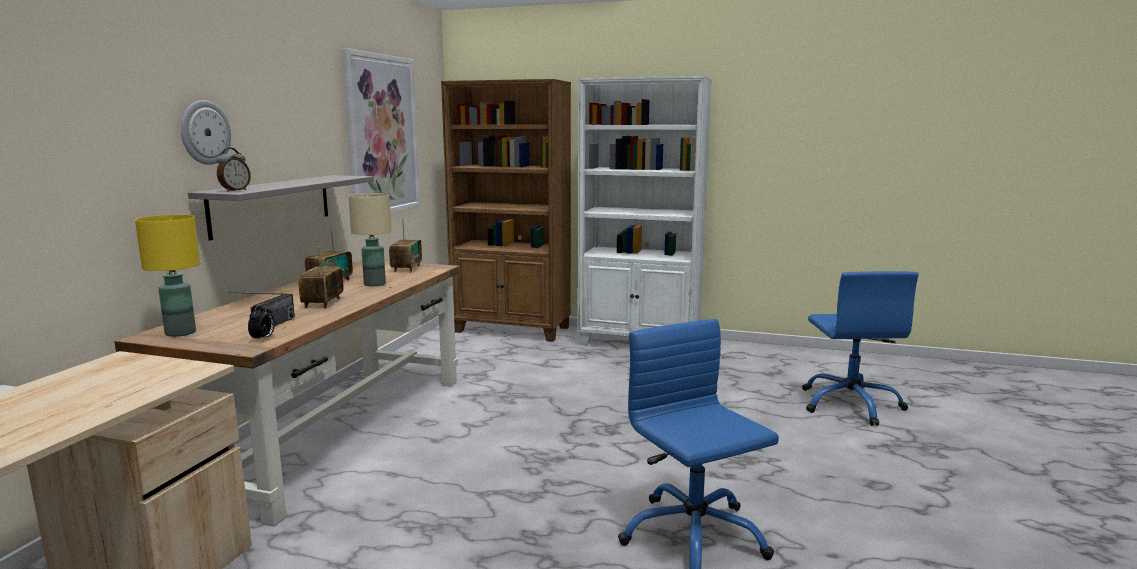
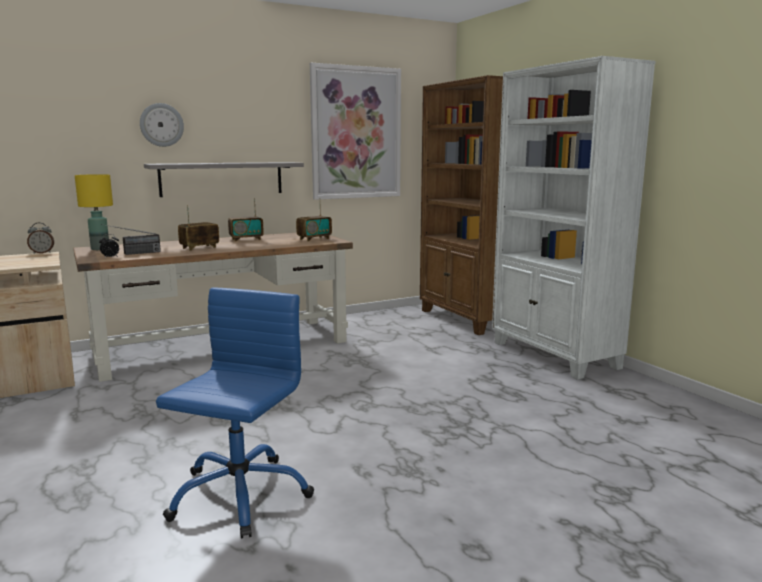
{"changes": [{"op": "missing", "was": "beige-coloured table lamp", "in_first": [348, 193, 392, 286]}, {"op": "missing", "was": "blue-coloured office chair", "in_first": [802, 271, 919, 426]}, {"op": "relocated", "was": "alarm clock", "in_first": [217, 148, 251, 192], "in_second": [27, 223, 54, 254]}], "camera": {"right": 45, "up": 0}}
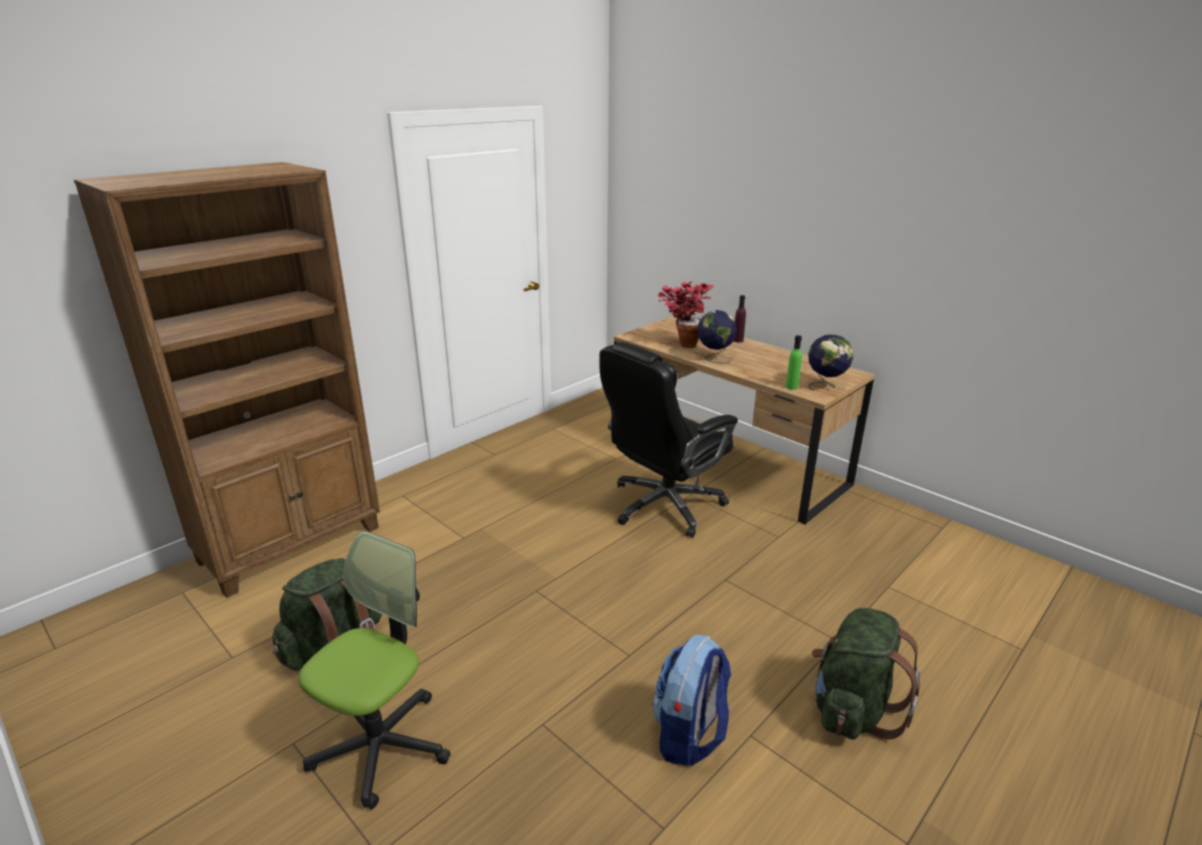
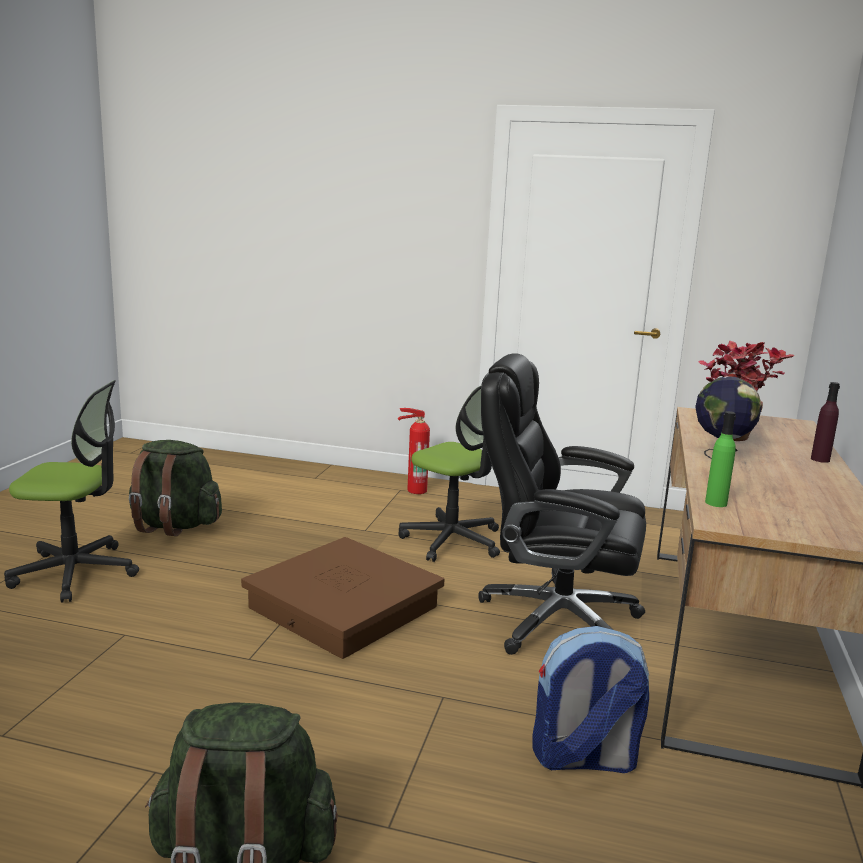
{"changes": [{"op": "missing", "was": "brownish bookshelf", "in_first": [74, 162, 380, 598]}, {"op": "missing", "was": "globe", "in_first": [808, 334, 853, 391]}, {"op": "appeared", "now": "brownish storage box", "in_second": [241, 537, 445, 659]}, {"op": "appeared", "now": "office chair", "in_second": [398, 386, 500, 562]}, {"op": "appeared", "now": "extinguisher", "in_second": [398, 408, 430, 494]}, {"op": "relocated", "was": "backpack", "in_first": [652, 635, 731, 766], "in_second": [532, 626, 649, 773]}], "camera": {"right": 60, "up": -10}}
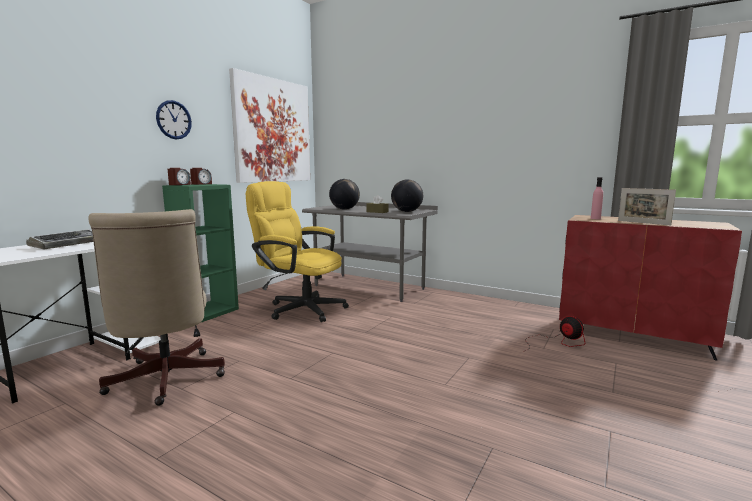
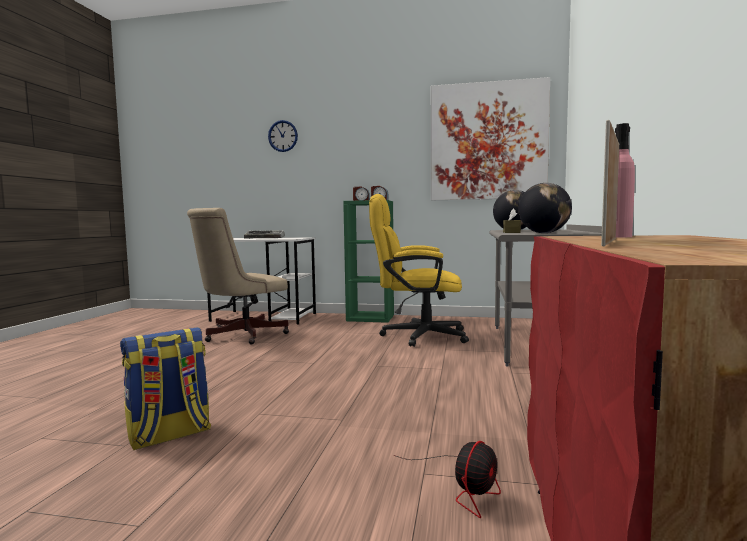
{"changes": [{"op": "appeared", "now": "backpack", "in_second": [120, 327, 211, 450]}, {"op": "relocated", "was": "hanging clock", "in_first": [156, 100, 192, 139], "in_second": [268, 120, 298, 152]}, {"op": "spun", "was": "yellow-coloured office chair", "in_first": [246, 181, 349, 322], "in_second": [369, 194, 469, 347], "clockwise": -90}], "camera": {"right": 70, "up": -5}}
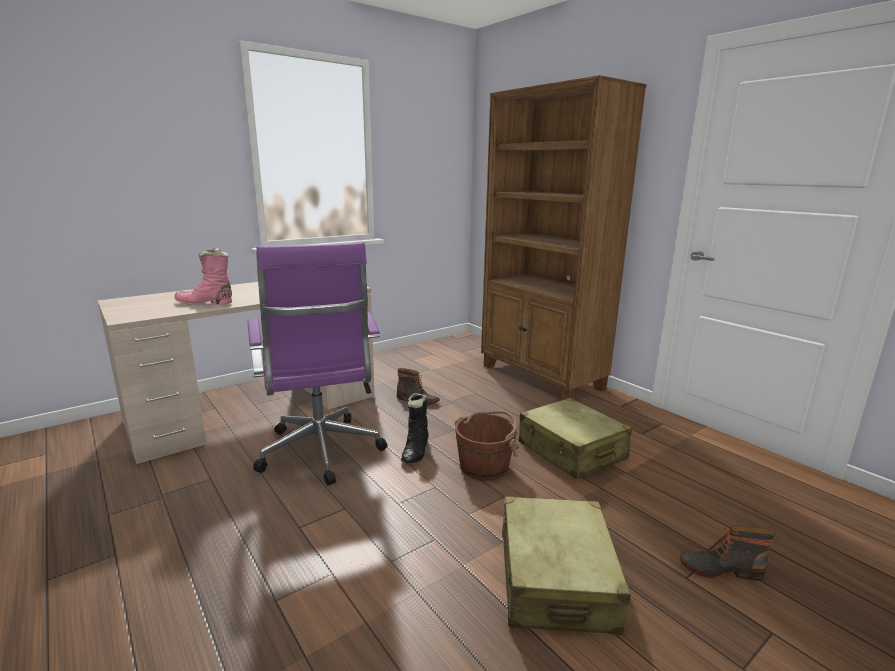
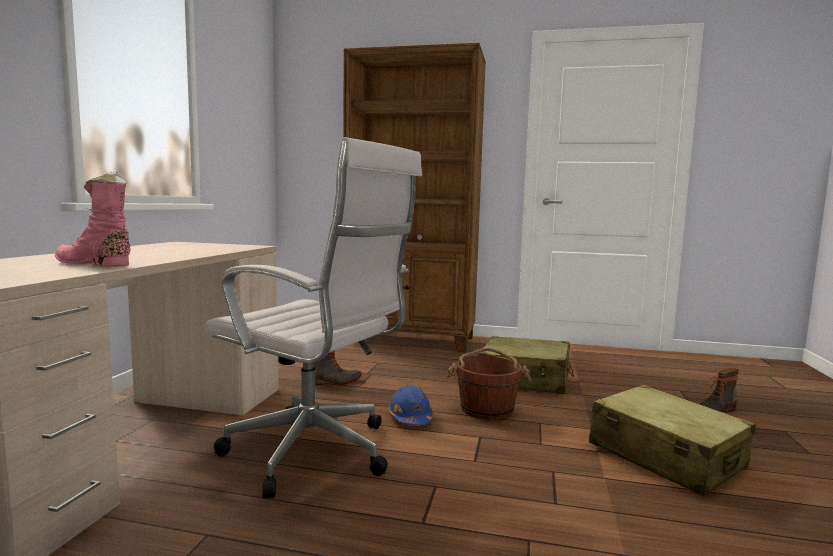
{"changes": [{"op": "exchanged", "was": "black-coloured high-top boot", "now": "blue-coloured hard hat", "in_first": [401, 393, 429, 463], "in_second": [388, 385, 434, 426]}, {"op": "colour", "was": "purple-coloured office chair", "now": "whitish office chair", "in_first": [248, 243, 387, 485], "in_second": [204, 137, 422, 499]}, {"op": "spun", "was": "pinkish high-top boot", "in_first": [174, 247, 232, 305], "in_second": [55, 171, 130, 267], "clockwise": 60}], "camera": {"right": -40, "up": -10}}
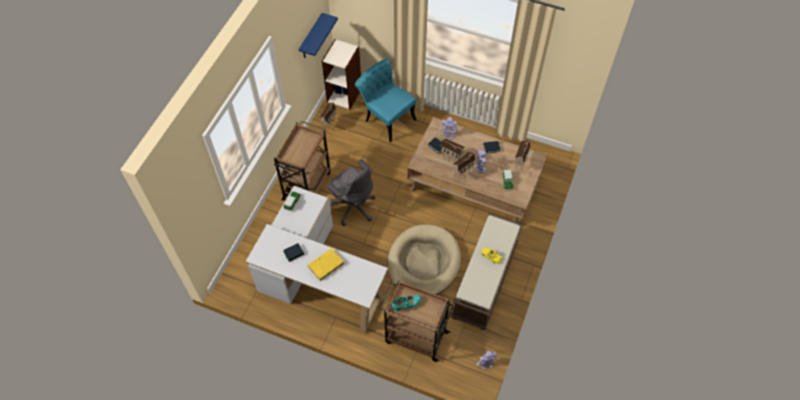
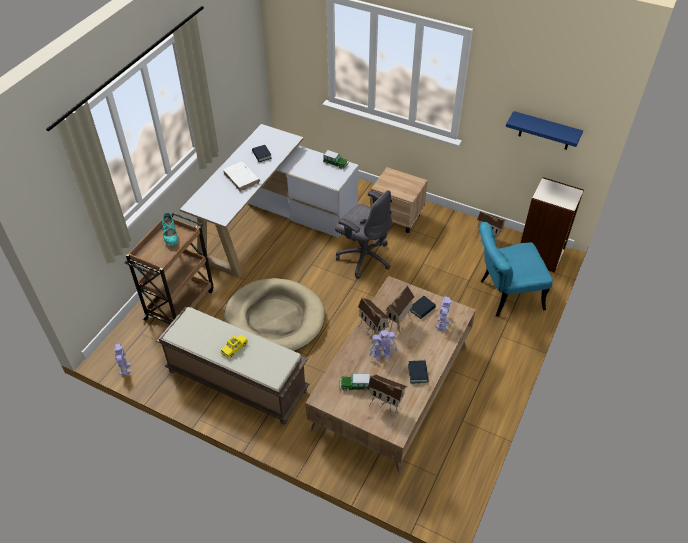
{"changes": [{"op": "exchanged", "was": "brownish wheeled cart", "now": "beige-coloured bedside table", "in_first": [274, 121, 330, 201], "in_second": [371, 167, 428, 233]}, {"op": "colour", "was": "yellow-coloured book", "now": "whitish book", "in_first": [307, 248, 344, 281], "in_second": [223, 162, 260, 192]}, {"op": "spun", "was": "grey office chair", "in_first": [327, 159, 375, 226], "in_second": [335, 190, 392, 279], "clockwise": -105}, {"op": "spun", "was": "turquoise plain chair", "in_first": [355, 58, 417, 142], "in_second": [480, 222, 553, 317], "clockwise": -150}], "camera": {"right": 95, "up": -10}}
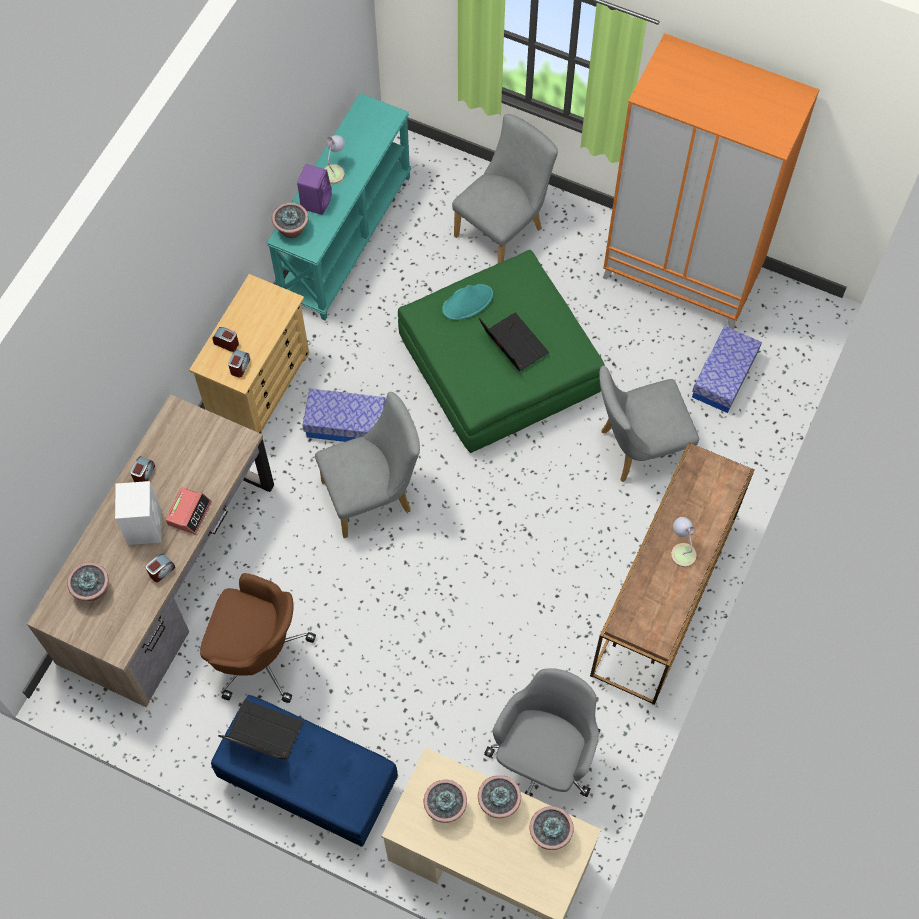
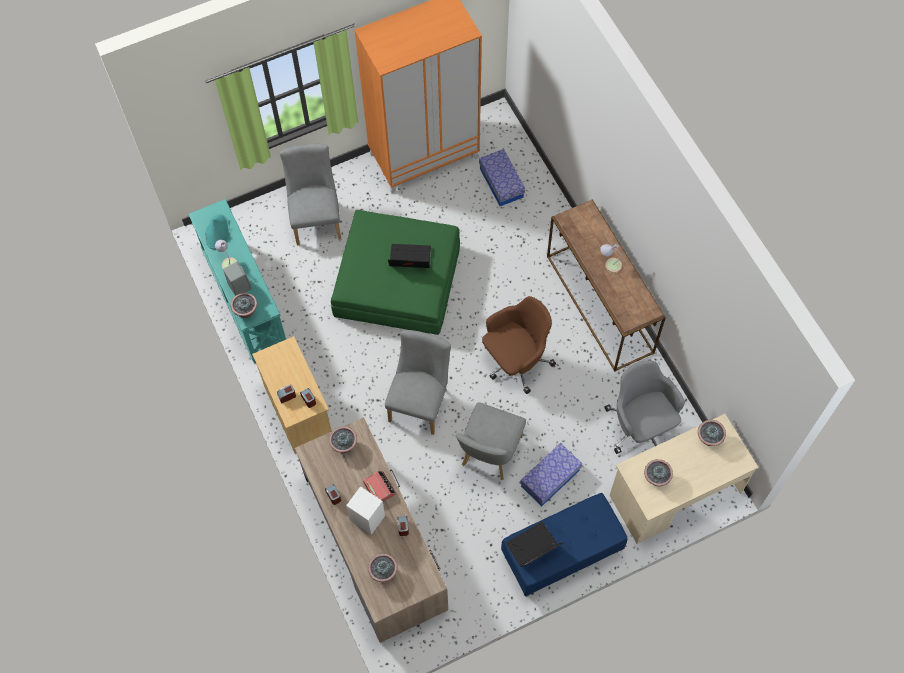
{"changes": [{"op": "relocated", "was": "brownish office chair", "in_first": [200, 573, 316, 703], "in_second": [482, 296, 556, 394]}, {"op": "relocated", "was": "storage box", "in_first": [302, 389, 386, 442], "in_second": [520, 443, 582, 506]}, {"op": "relocated", "was": "turquoise hat", "in_first": [442, 284, 493, 320], "in_second": [205, 214, 229, 249]}, {"op": "relocated", "was": "potted plant", "in_first": [478, 775, 521, 818], "in_second": [329, 426, 357, 453]}, {"op": "relocated", "was": "grey plain chair", "in_first": [599, 365, 699, 482], "in_second": [456, 402, 526, 480]}, {"op": "colour", "was": "purple-coloured speaker", "now": "grey speaker", "in_first": [297, 164, 332, 215], "in_second": [223, 262, 251, 296]}], "camera": {"right": -50, "up": 0}}
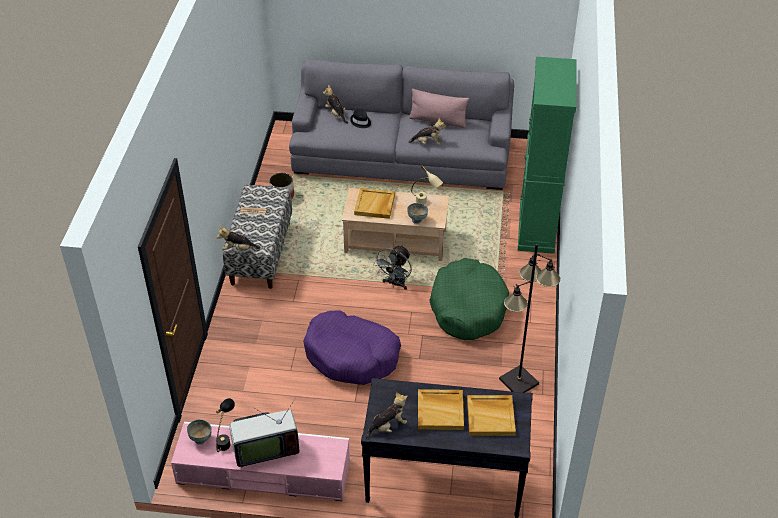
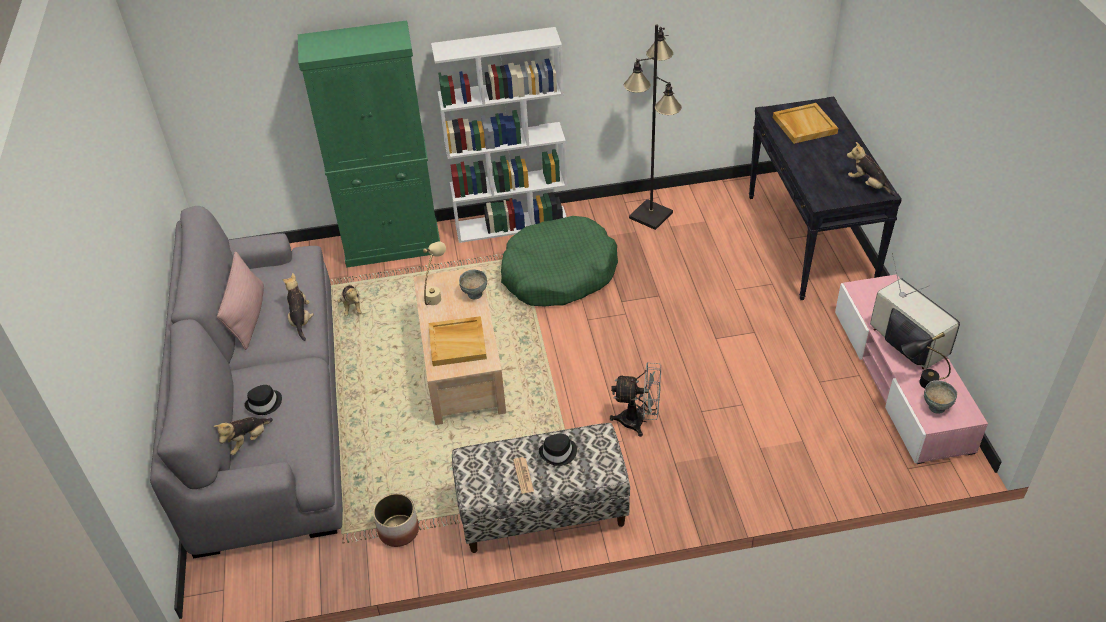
{"changes": [{"op": "missing", "was": "purple-coloured dog cushion", "in_first": [303, 310, 401, 385]}, {"op": "missing", "was": "beige-coloured tray", "in_first": [418, 389, 464, 430]}, {"op": "appeared", "now": "whitish bookshelf", "in_second": [431, 27, 567, 243]}, {"op": "appeared", "now": "black-coloured hat", "in_second": [539, 434, 577, 466]}, {"op": "relocated", "was": "cuddly toy", "in_first": [217, 226, 261, 250], "in_second": [337, 285, 362, 316]}, {"op": "relocated", "was": "grey fan", "in_first": [373, 245, 412, 290], "in_second": [610, 362, 661, 437]}], "camera": {"right": -105, "up": 0}}
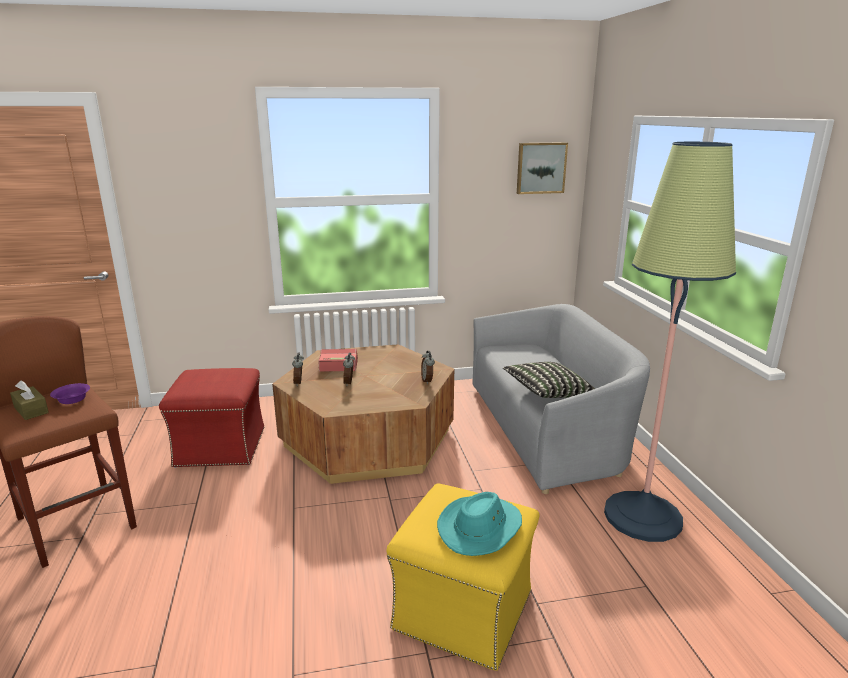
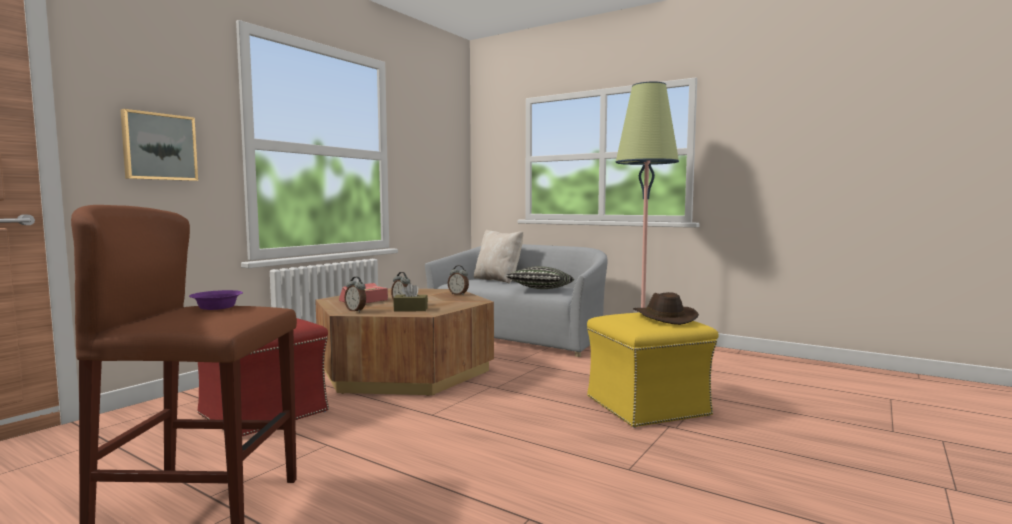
{"changes": [{"op": "appeared", "now": "beige-coloured cushion", "in_second": [474, 230, 523, 284]}, {"op": "relocated", "was": "brownish box of tissues", "in_first": [10, 380, 49, 420], "in_second": [393, 283, 428, 311]}, {"op": "relocated", "was": "wall picture", "in_first": [517, 142, 568, 194], "in_second": [121, 109, 198, 181]}, {"op": "colour", "was": "turquoise hat", "now": "brownish hat", "in_first": [437, 492, 522, 556], "in_second": [633, 292, 699, 325]}], "camera": {"right": -45, "up": -15}}
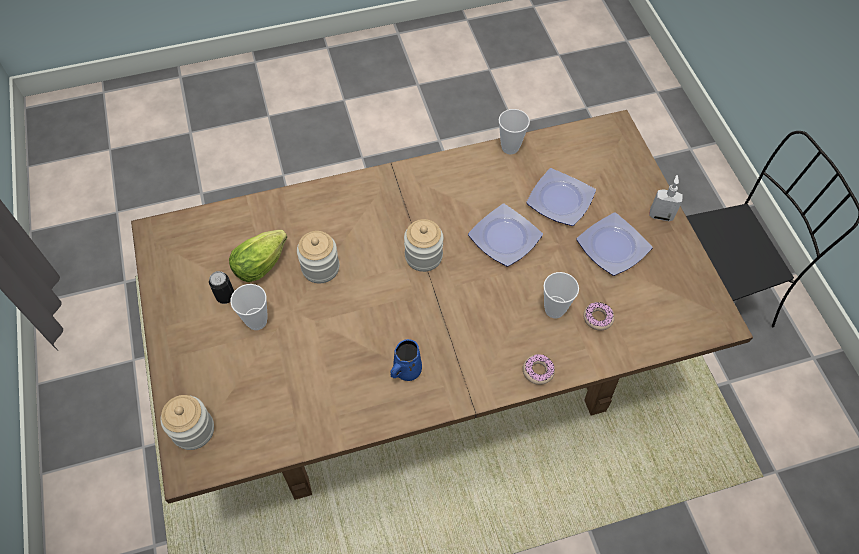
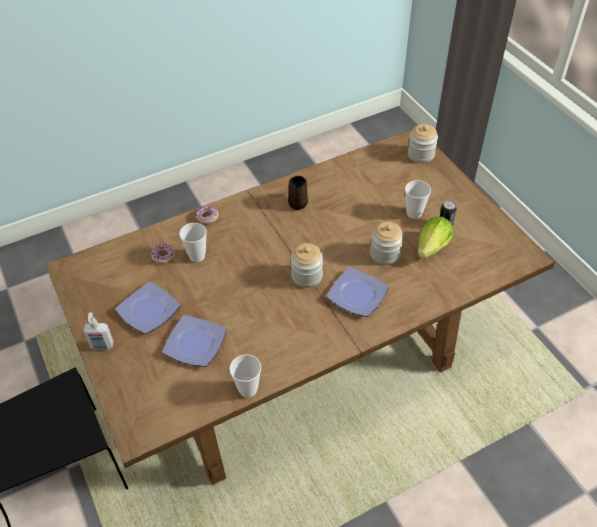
{"changes": [{"op": "relocated", "was": "flat dish", "in_first": [468, 204, 543, 267], "in_second": [326, 267, 389, 317]}, {"op": "colour", "was": "blue-coloured coffee mug", "now": "brownish coffee mug", "in_first": [391, 339, 422, 381], "in_second": [288, 176, 308, 210]}], "camera": {"right": 170, "up": -10}}
